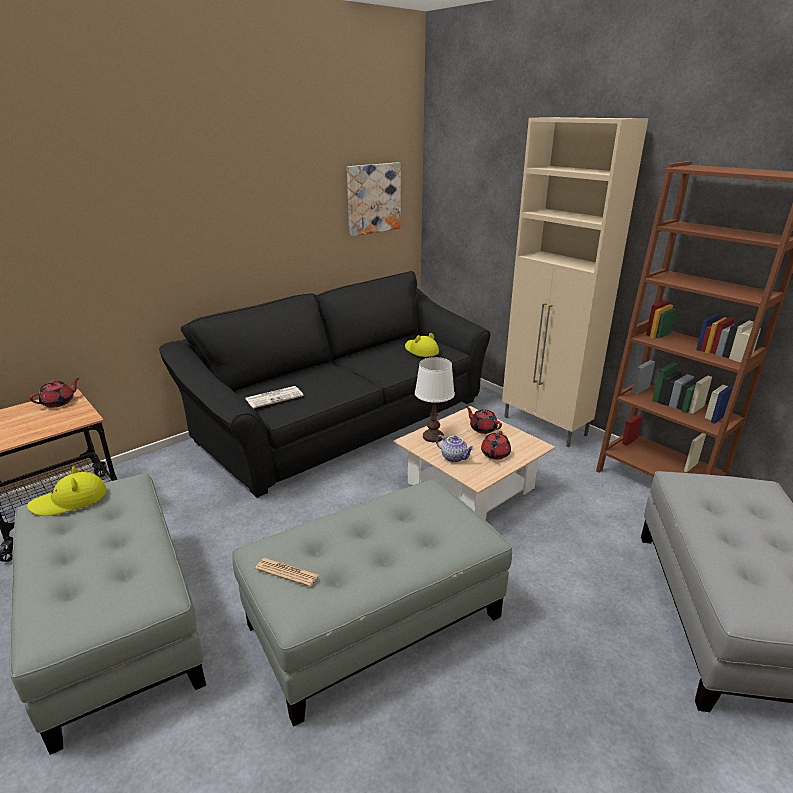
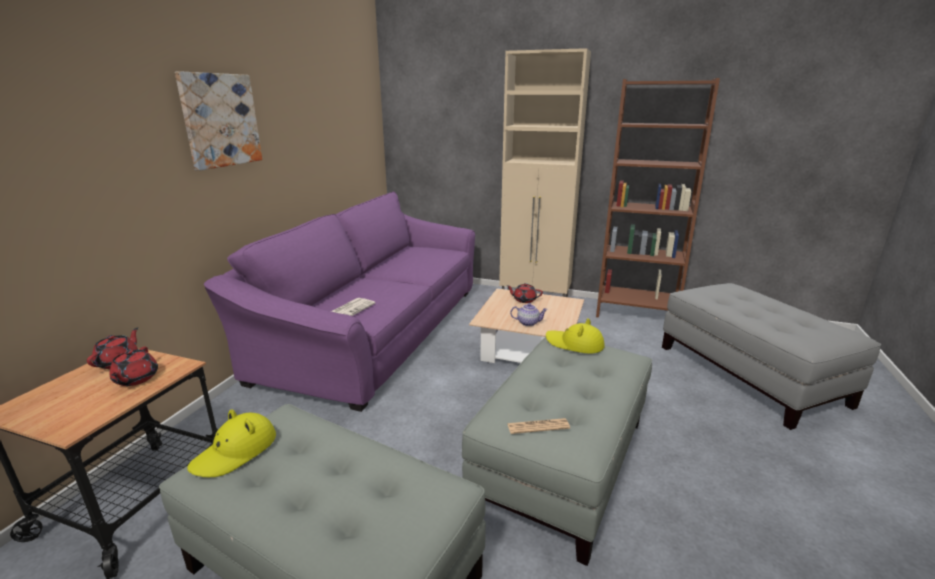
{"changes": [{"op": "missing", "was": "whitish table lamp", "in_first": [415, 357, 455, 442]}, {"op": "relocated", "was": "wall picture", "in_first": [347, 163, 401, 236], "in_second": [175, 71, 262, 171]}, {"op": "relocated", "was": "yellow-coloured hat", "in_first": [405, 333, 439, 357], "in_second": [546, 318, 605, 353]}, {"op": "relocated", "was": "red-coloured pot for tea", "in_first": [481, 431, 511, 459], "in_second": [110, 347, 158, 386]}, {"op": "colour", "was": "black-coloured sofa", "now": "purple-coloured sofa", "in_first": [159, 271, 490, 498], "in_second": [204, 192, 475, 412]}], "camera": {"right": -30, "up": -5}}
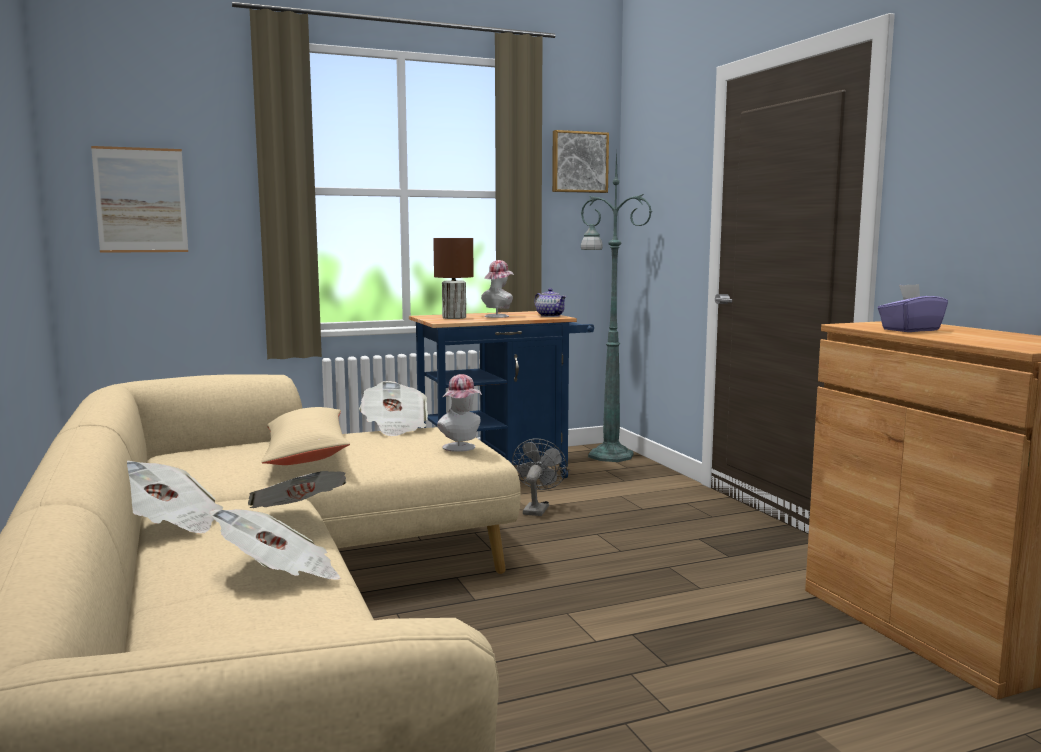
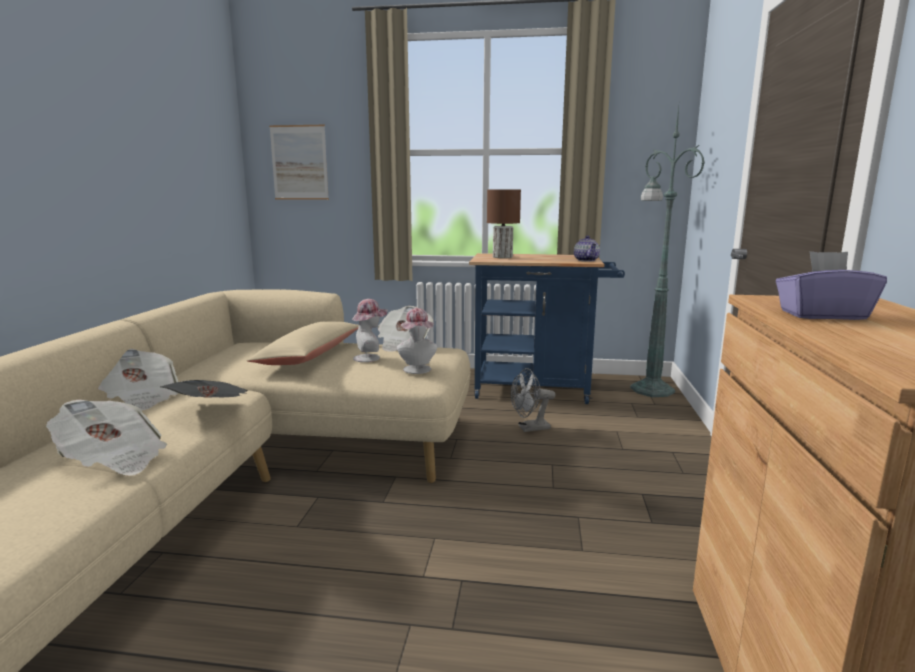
{"changes": [{"op": "missing", "was": "wall picture", "in_first": [552, 130, 609, 193]}, {"op": "relocated", "was": "hat", "in_first": [481, 260, 514, 318], "in_second": [352, 299, 388, 362]}, {"op": "spun", "was": "grey fan", "in_first": [512, 439, 567, 516], "in_second": [511, 368, 555, 432], "clockwise": -150}], "camera": {"right": 30, "up": 5}}
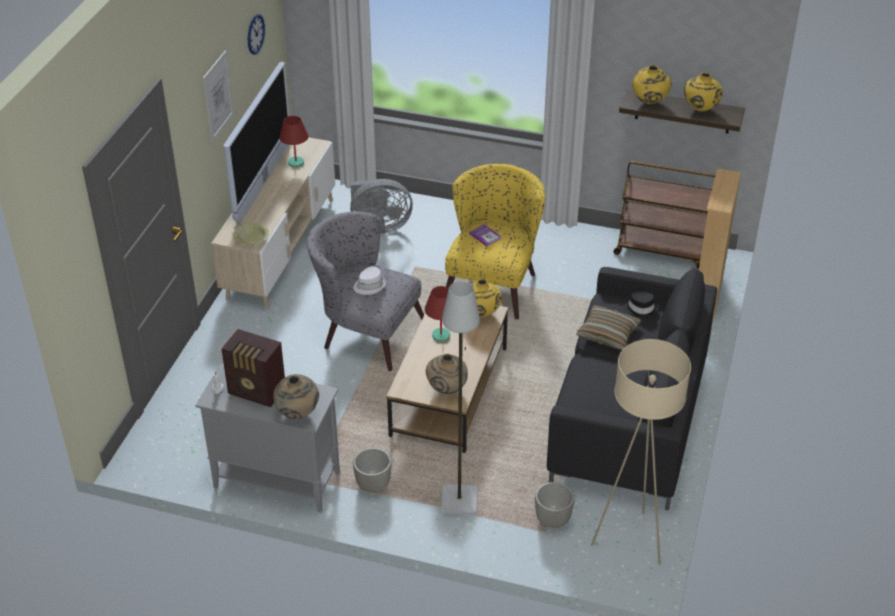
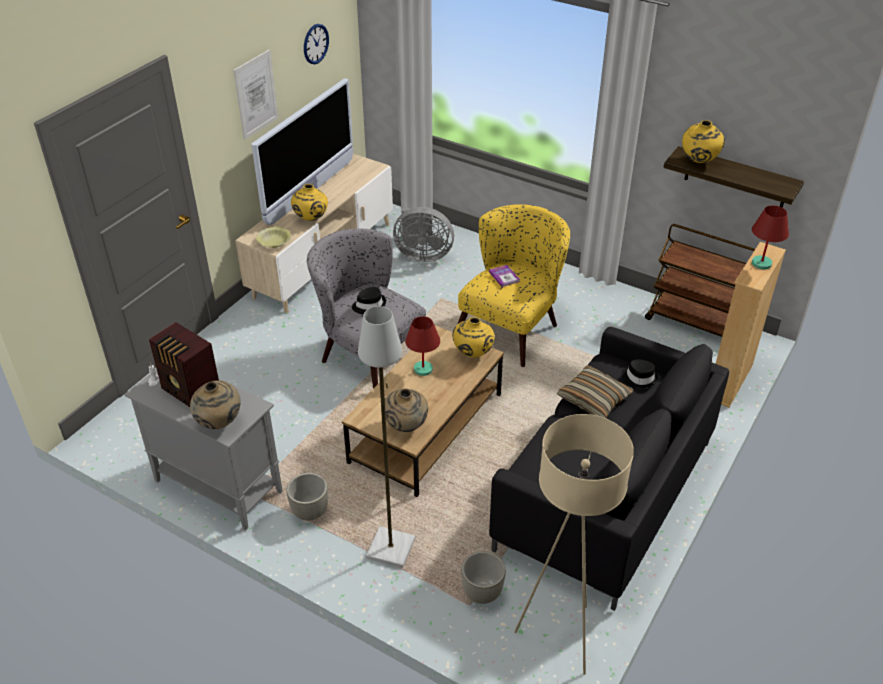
{"changes": [{"op": "relocated", "was": "red-coloured table lamp", "in_first": [279, 116, 308, 168], "in_second": [752, 205, 789, 270]}, {"op": "relocated", "was": "yellow-coloured flower vase", "in_first": [684, 73, 723, 112], "in_second": [291, 184, 328, 221]}, {"op": "colour", "was": "whitish hat", "now": "black-coloured hat", "in_first": [353, 266, 386, 295], "in_second": [352, 287, 386, 315]}], "camera": {"right": 15, "up": 0}}
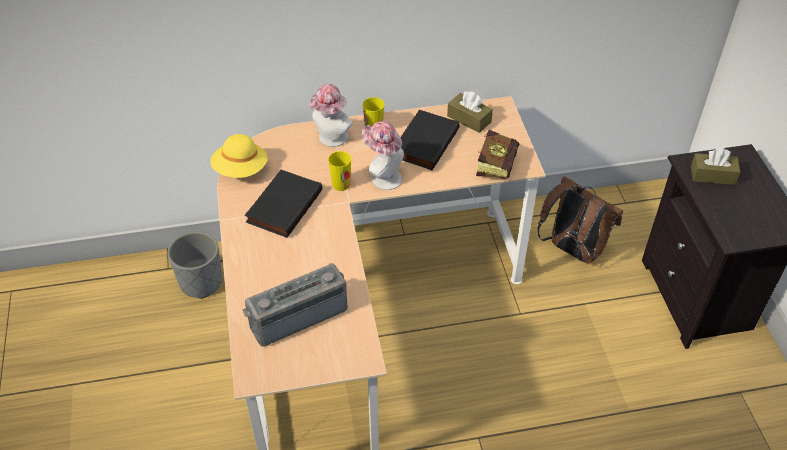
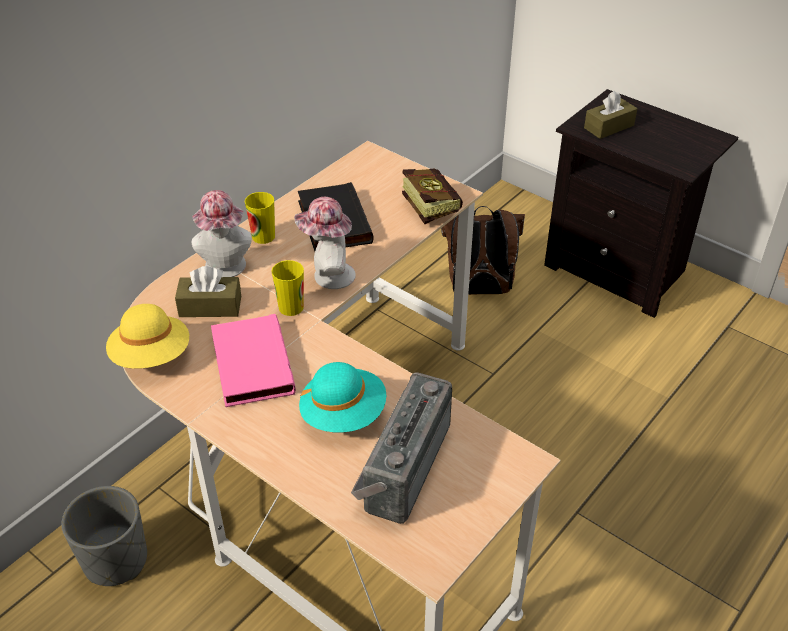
{"changes": [{"op": "appeared", "now": "turquoise hat", "in_second": [299, 362, 386, 432]}, {"op": "relocated", "was": "brownish box of tissues", "in_first": [447, 91, 493, 133], "in_second": [175, 266, 241, 317]}, {"op": "colour", "was": "black-coloured book", "now": "pinkish book", "in_first": [245, 170, 322, 238], "in_second": [211, 314, 296, 407]}], "camera": {"right": -40, "up": -5}}
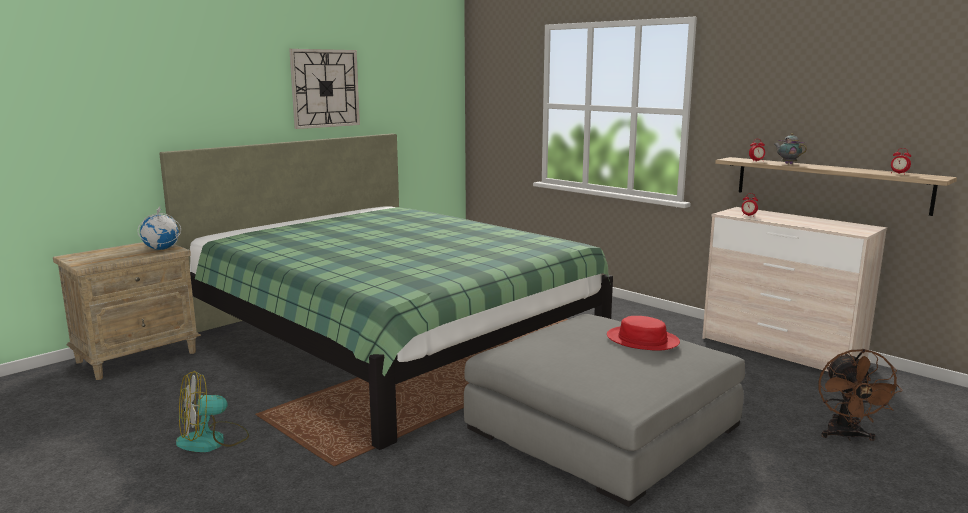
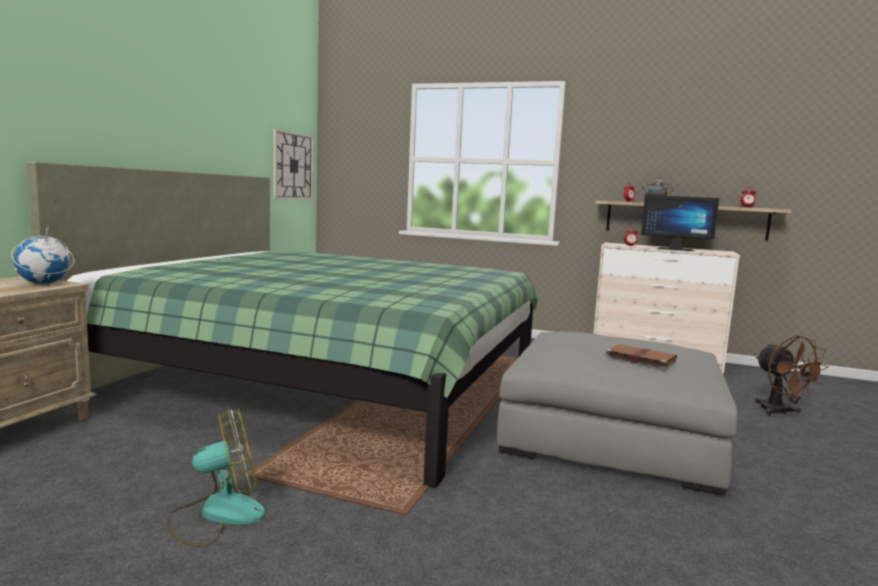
{"changes": [{"op": "missing", "was": "red-coloured hat", "in_first": [607, 316, 680, 351]}, {"op": "appeared", "now": "brownish book", "in_second": [604, 344, 677, 369]}, {"op": "appeared", "now": "computer display", "in_second": [641, 195, 719, 251]}, {"op": "relocated", "was": "hanging clock", "in_first": [289, 49, 360, 129], "in_second": [273, 129, 314, 200]}, {"op": "spun", "was": "fan", "in_first": [176, 371, 249, 452], "in_second": [166, 407, 265, 547], "clockwise": -150}], "camera": {"right": -25, "up": -5}}
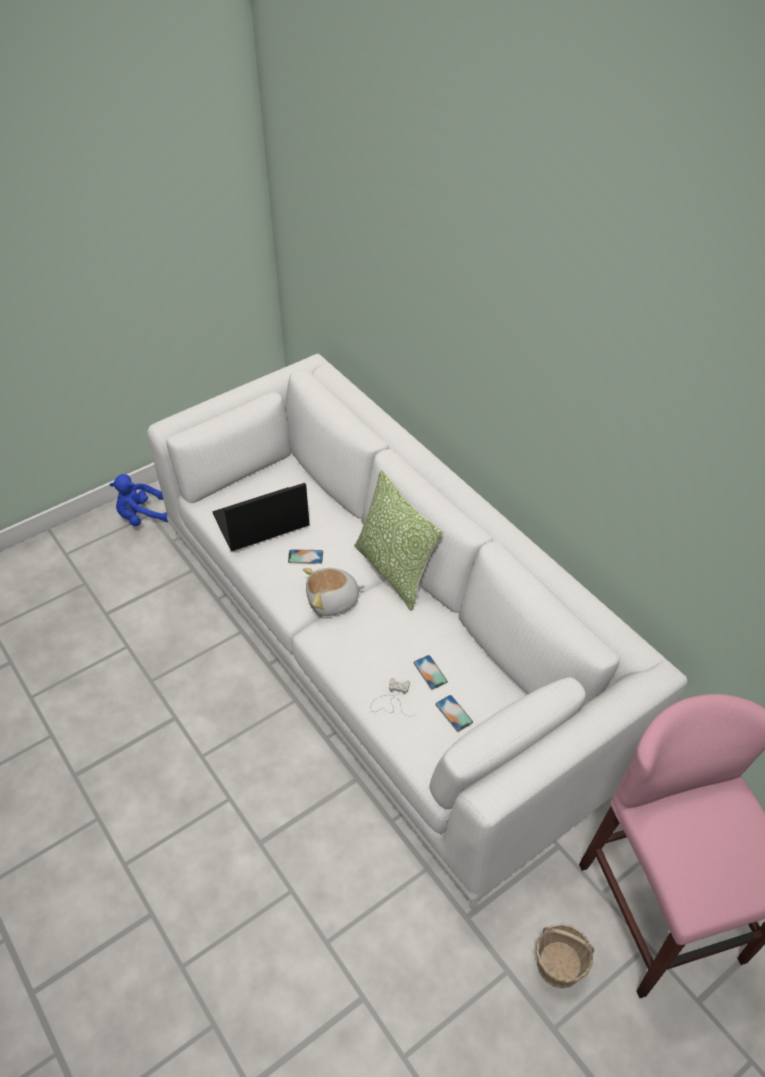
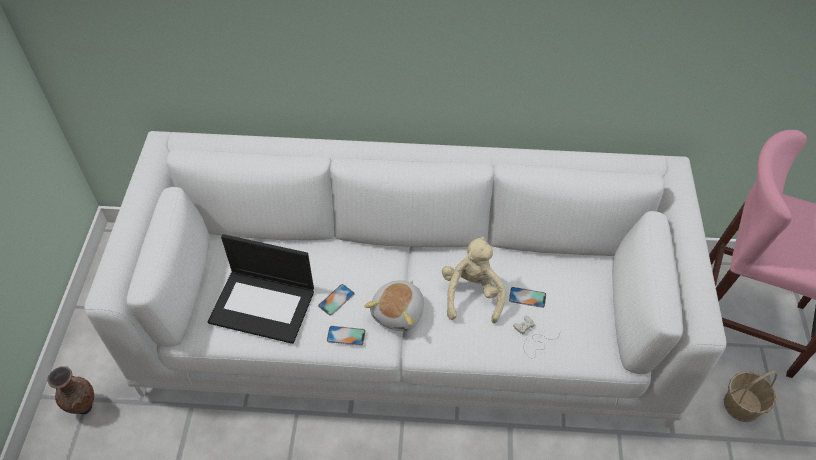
{"changes": [{"op": "missing", "was": "cushion", "in_first": [354, 470, 443, 611]}, {"op": "appeared", "now": "beige-coloured cuddly toy", "in_second": [442, 237, 506, 324]}, {"op": "relocated", "was": "handset", "in_first": [436, 695, 473, 732], "in_second": [327, 326, 366, 346]}, {"op": "exchanged", "was": "blue-coloured cuddly toy", "now": "brownish flower vase", "in_first": [110, 474, 168, 526], "in_second": [47, 366, 94, 414]}, {"op": "spun", "was": "notebook computer", "in_first": [213, 483, 310, 551], "in_second": [208, 234, 314, 344], "clockwise": -90}], "camera": {"right": -50, "up": 5}}
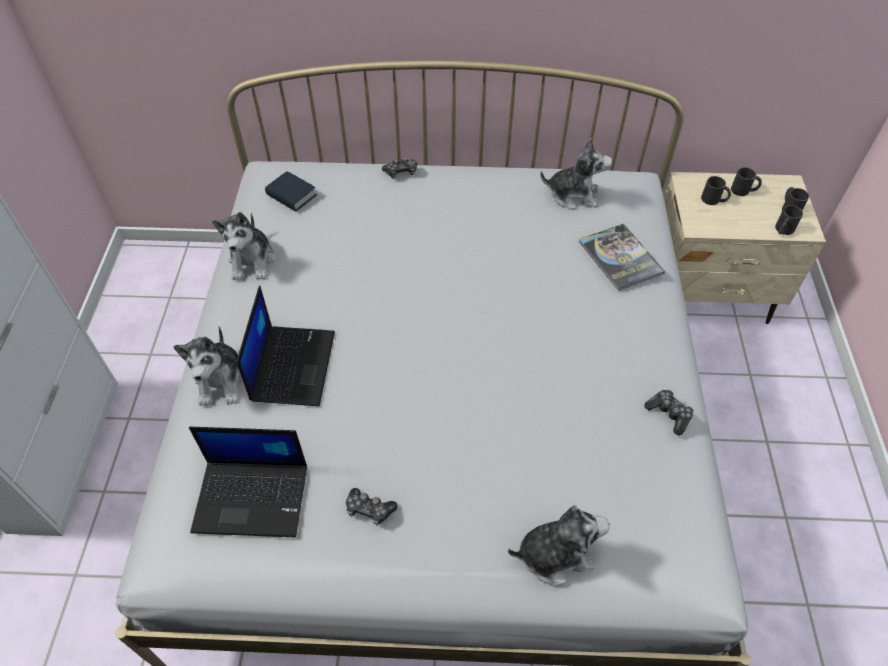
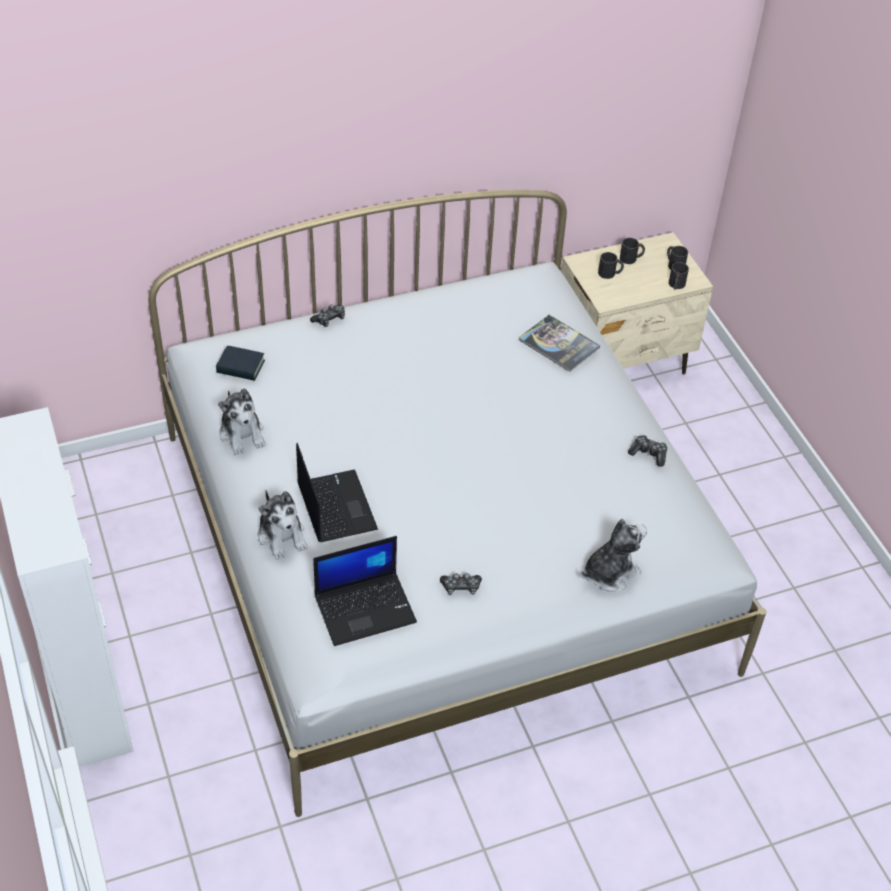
{"changes": [{"op": "missing", "was": "cuddly toy", "in_first": [540, 138, 613, 210]}], "camera": {"right": -25, "up": -5}}
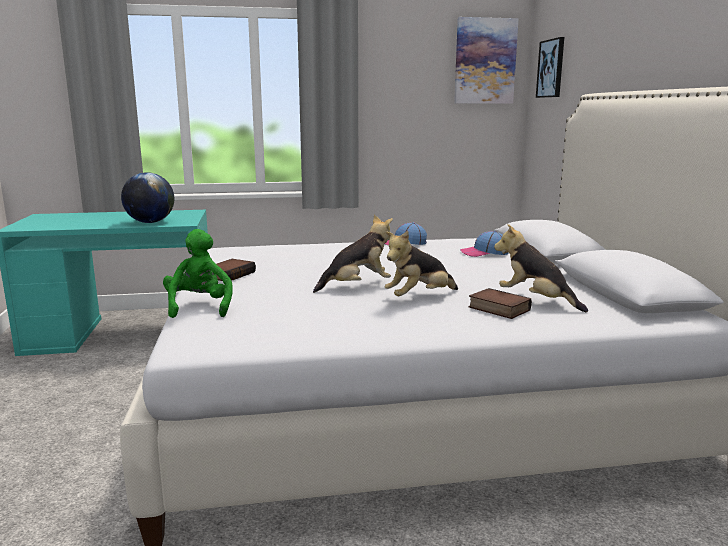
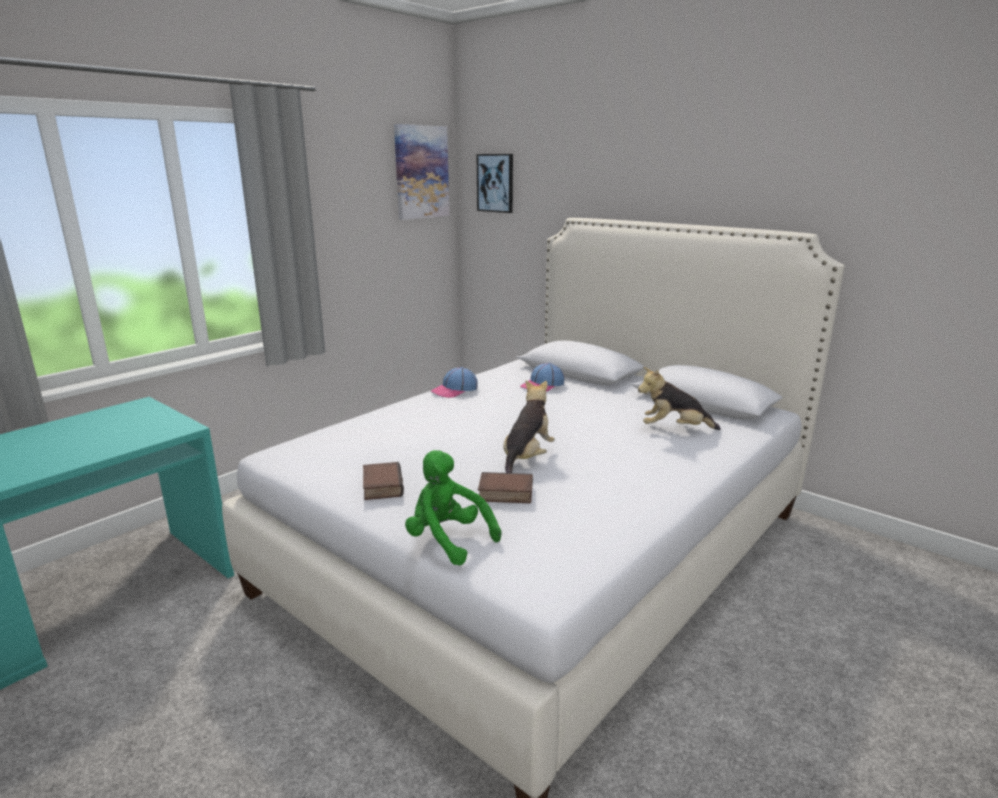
{"changes": [{"op": "missing", "was": "globe", "in_first": [121, 172, 174, 223]}, {"op": "missing", "was": "cuddly toy", "in_first": [385, 231, 458, 296]}, {"op": "relocated", "was": "book", "in_first": [469, 288, 532, 319], "in_second": [478, 472, 533, 503]}], "camera": {"right": -40, "up": 5}}
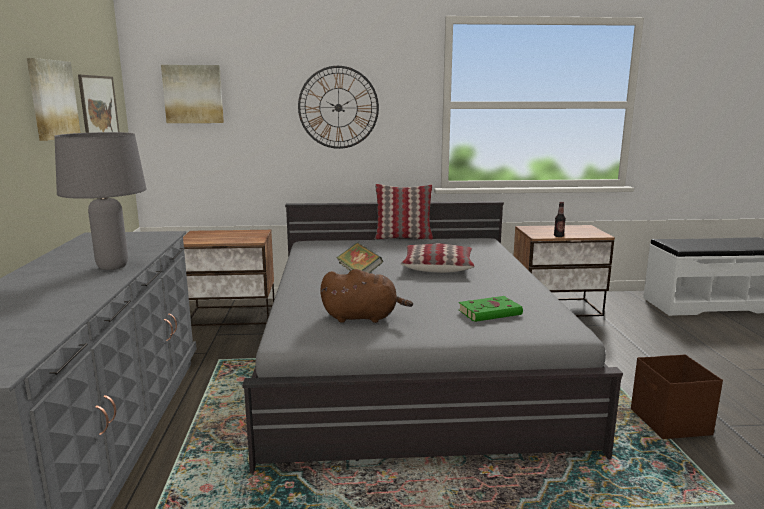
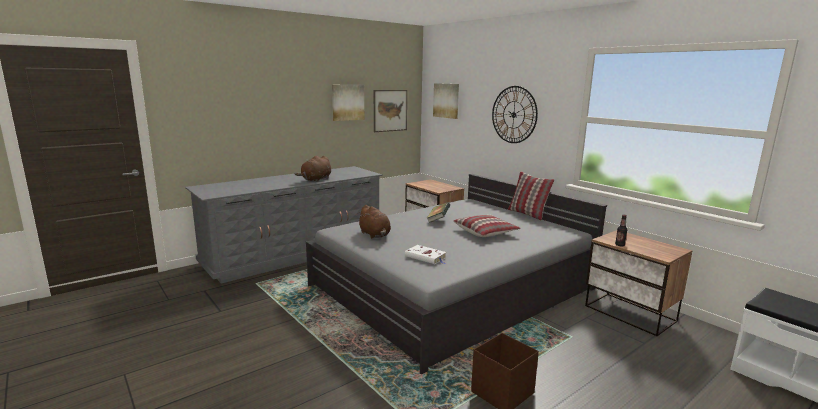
{"changes": [{"op": "exchanged", "was": "grey table lamp", "now": "brownish cuddly toy", "in_first": [55, 132, 147, 270], "in_second": [295, 156, 331, 182]}, {"op": "colour", "was": "green book", "now": "whitish book", "in_first": [459, 296, 523, 322], "in_second": [405, 245, 446, 264]}], "camera": {"right": 55, "up": 0}}
